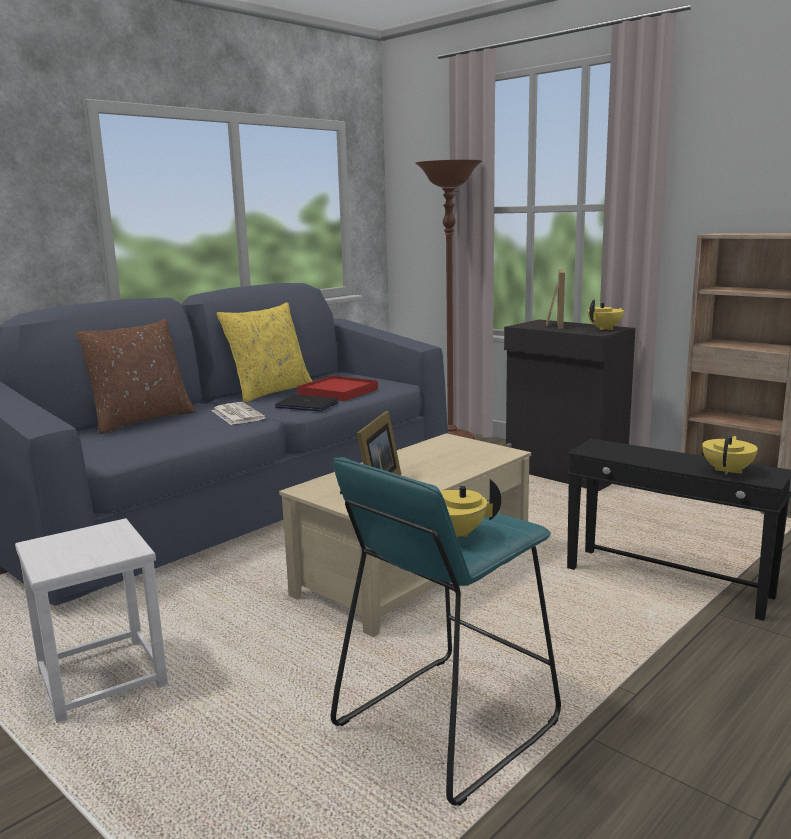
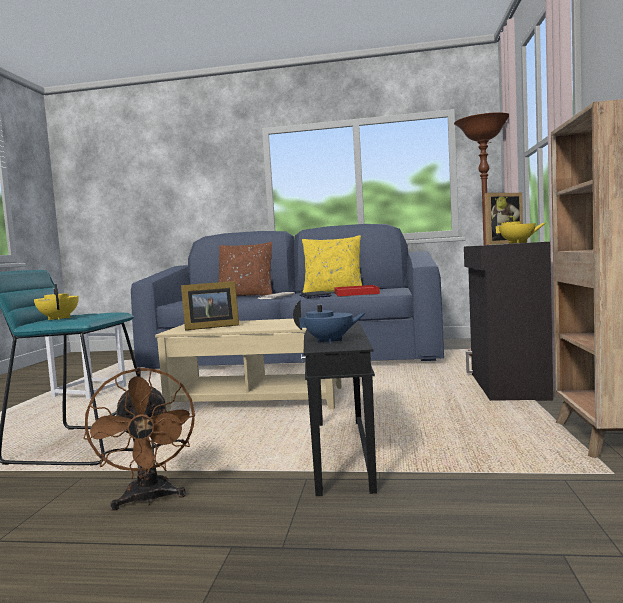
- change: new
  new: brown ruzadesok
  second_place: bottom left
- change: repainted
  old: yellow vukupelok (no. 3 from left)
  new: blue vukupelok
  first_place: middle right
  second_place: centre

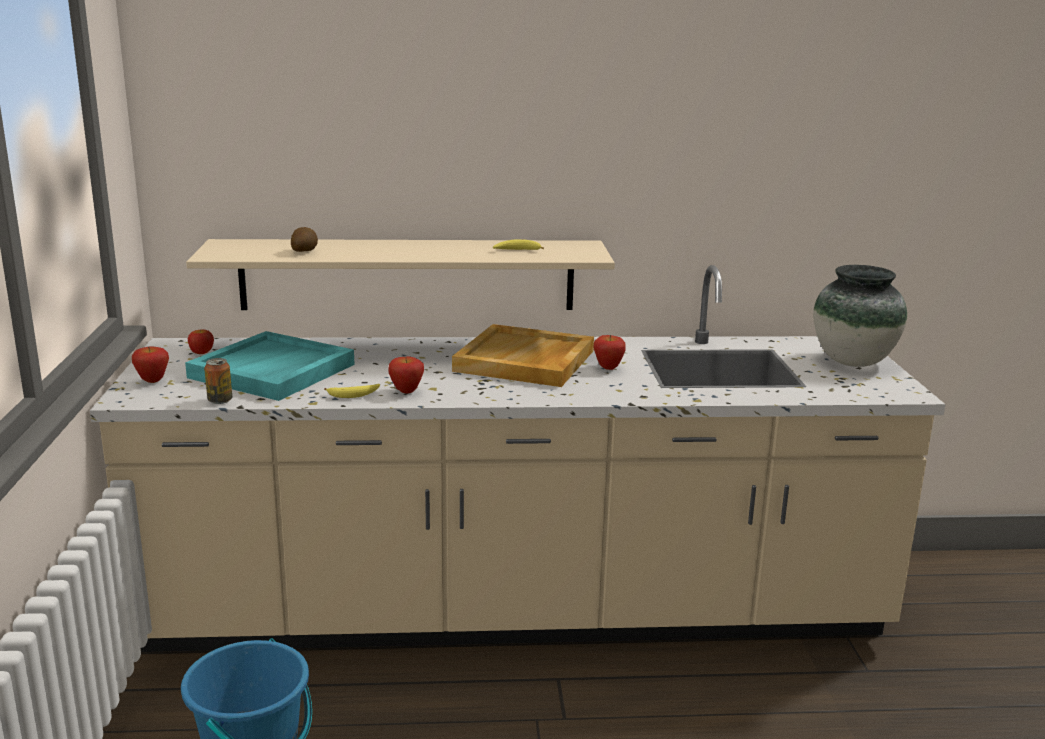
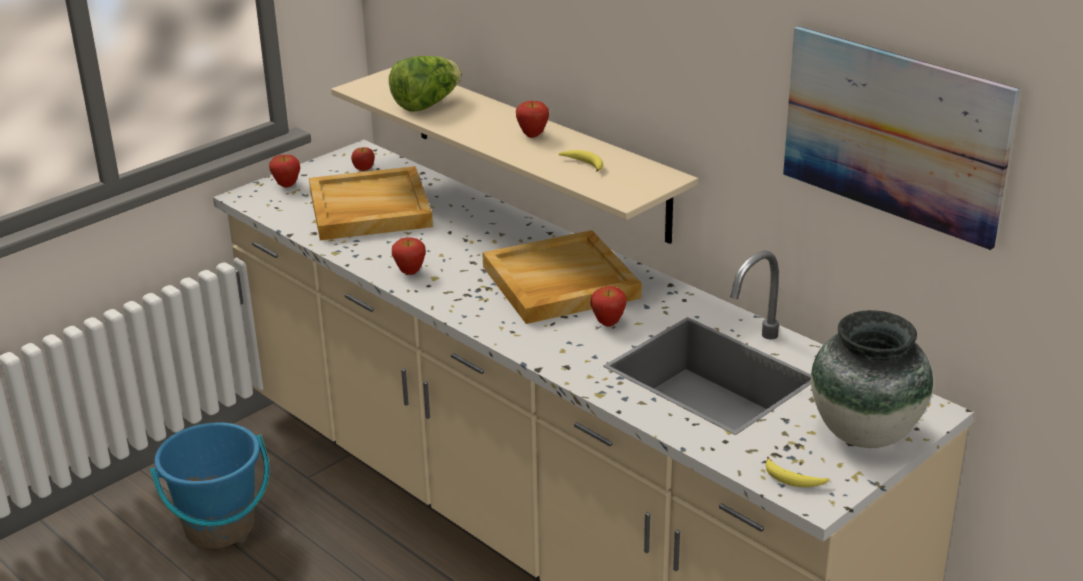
- change: gone
  old: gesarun
  first_place: middle left
- change: new
  new: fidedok (no. 4 from left)
  second_place: top centre
- change: new
  new: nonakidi
  second_place: top right
- change: shifted
  old: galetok (no. 1 from left in the first image)
  new: galetok (no. 2 from left)
  first_place: centre
  second_place: bottom right
- change: swapped
  old: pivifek
  new: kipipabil
  first_place: top left
  second_place: top centre
- change: repainted
  old: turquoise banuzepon
  new: beige banuzepon (no. 1 from left)
  first_place: middle left
  second_place: centre

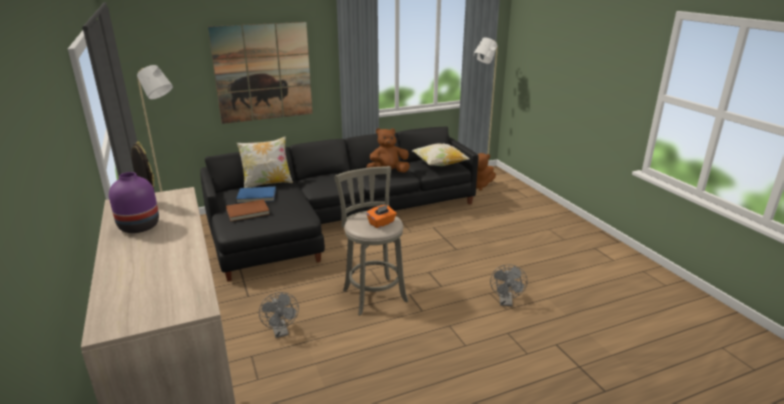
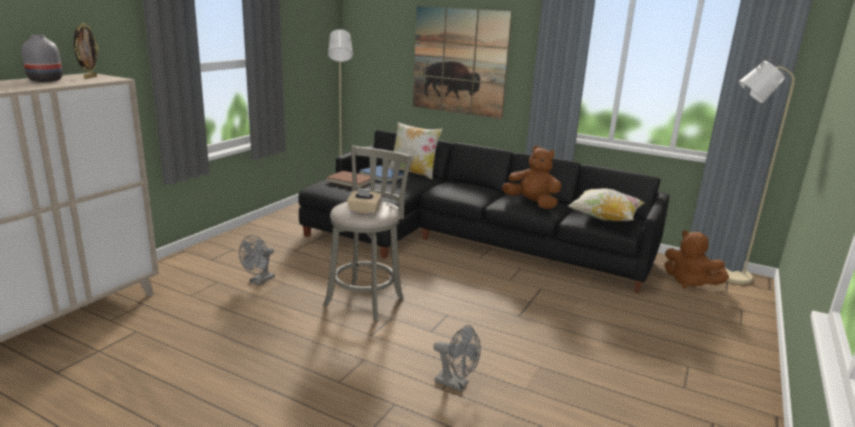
- change: repainted
  old: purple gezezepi
  new: grey gezezepi
  first_place: middle left
  second_place: top left
- change: repainted
  old: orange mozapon
  new: beige mozapon
  first_place: centre
  second_place: centre
- change: rotated
  old: grey ruzadesok (no. 2 from left)
  first_place: bottom centre
  second_place: bottom centre
  degrees: -120

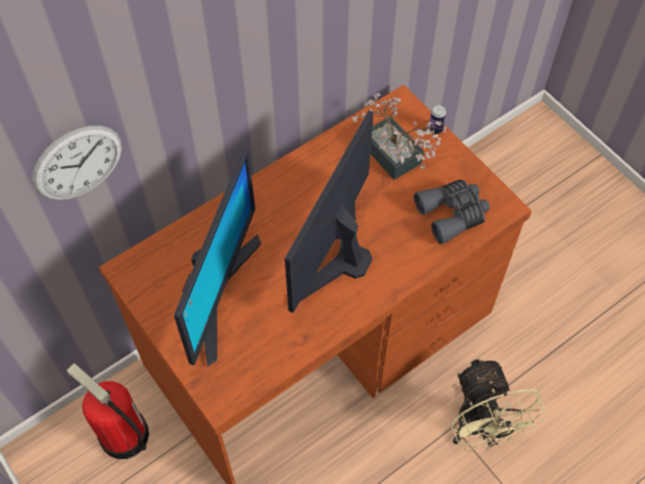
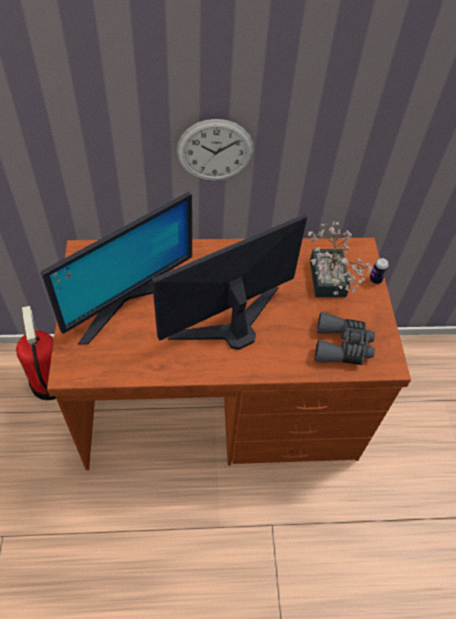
- change: gone
  old: beige ruzadesok
  first_place: bottom right
- change: shifted
  old: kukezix
  first_place: middle left
  second_place: top centre

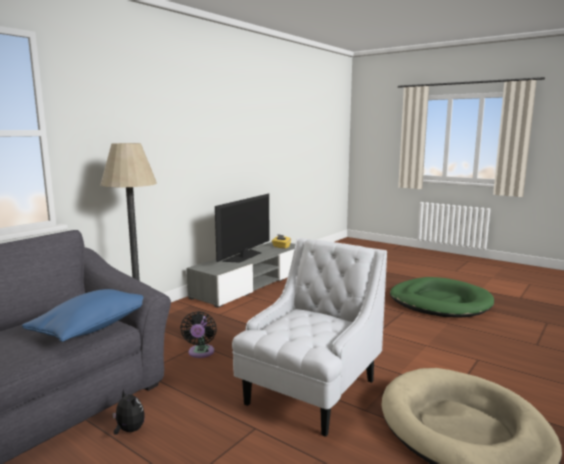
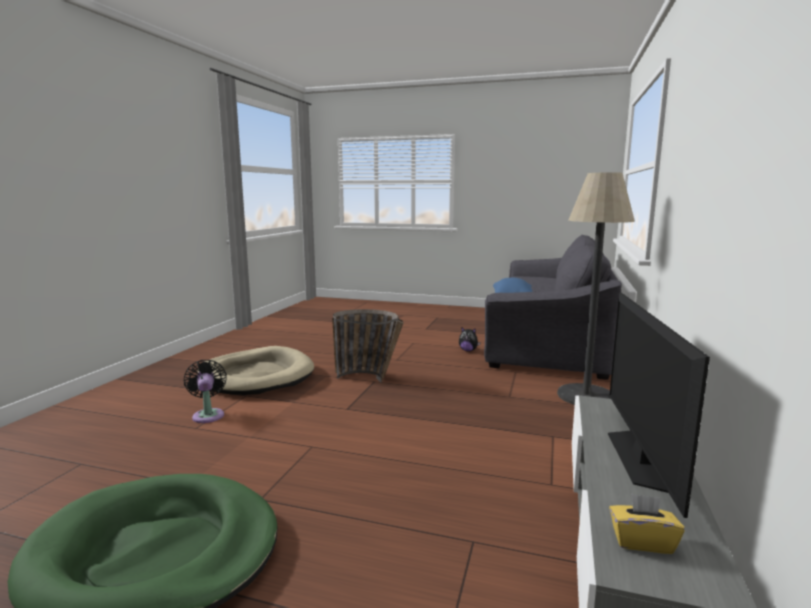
- change: shifted
  old: black ruzadesok
  first_place: bottom centre
  second_place: middle left
- change: swapped
  old: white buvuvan
  new: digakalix
  first_place: bottom centre
  second_place: centre

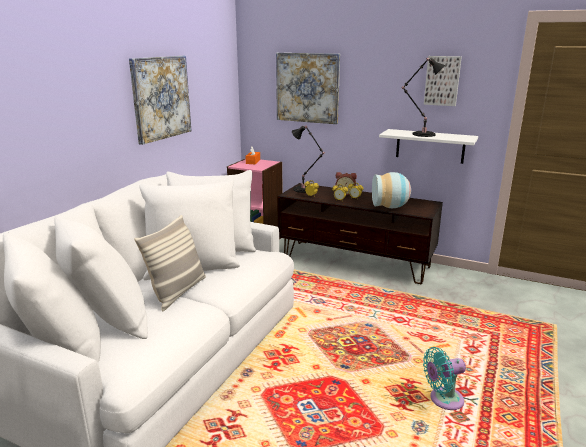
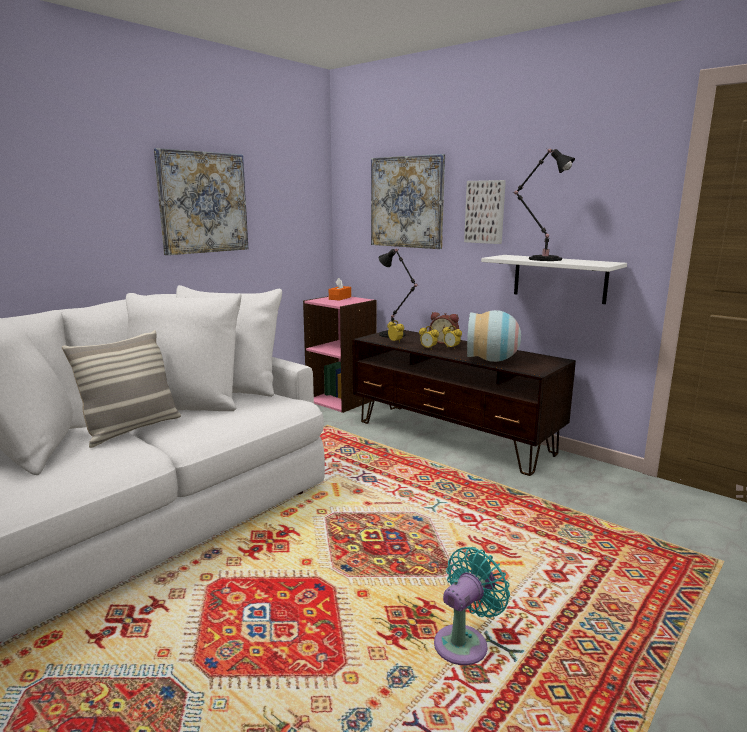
- change: shifted
  old: nonakidi (no. 3 from left)
  first_place: top right
  second_place: top centre
- change: rotated
  old: turquoise ruzadesok
  first_place: bottom right
  second_place: bottom centre
  degrees: 135

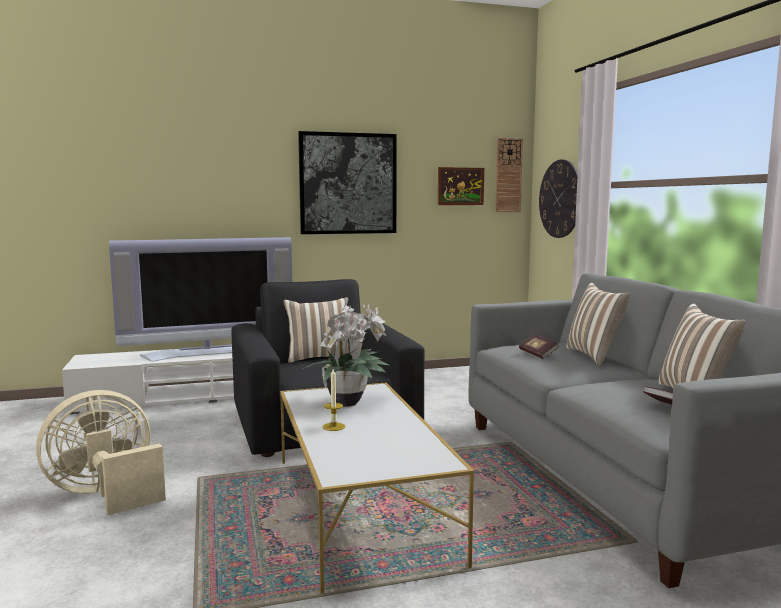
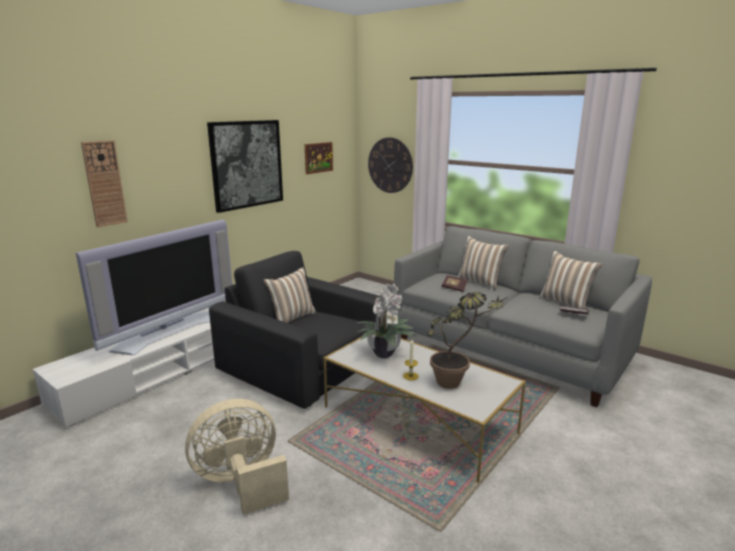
- change: new
  new: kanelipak (no. 2 from left)
  second_place: centre
- change: shifted
  old: kukezix (no. 1 from left)
  first_place: top centre
  second_place: top left
- change: rotated
  old: beige ruzadesok
  first_place: bottom left
  second_place: bottom left
  degrees: 45

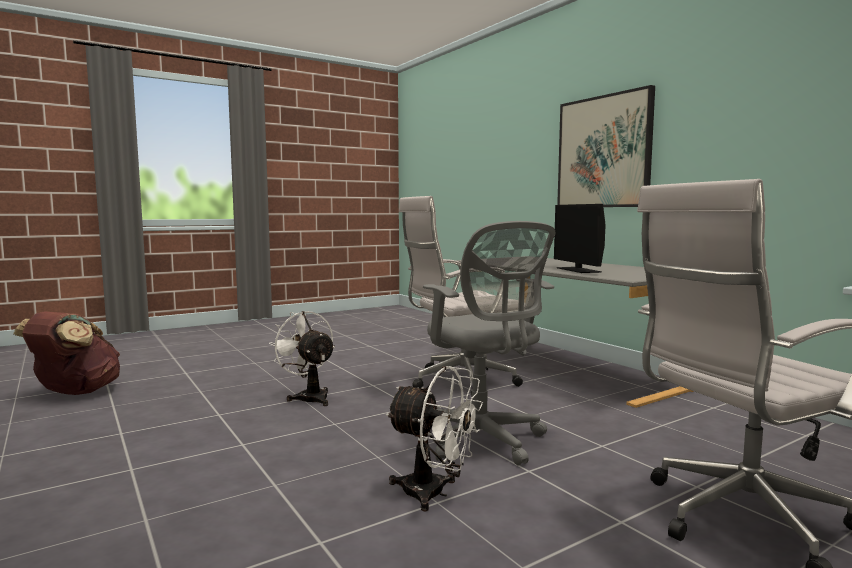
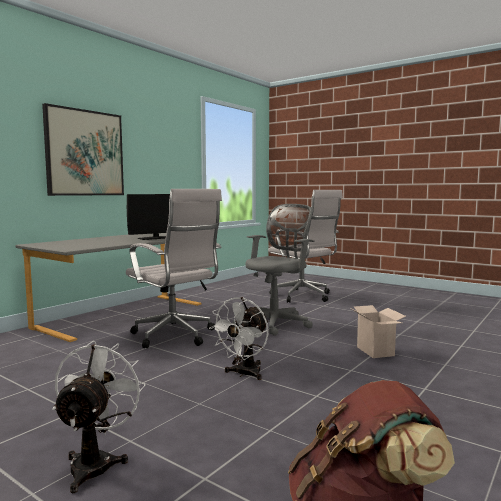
- change: new
  new: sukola
  second_place: middle right
- change: shifted
  old: white ruzadesok (no. 2 from left in the first image)
  new: white ruzadesok (no. 1 from left)
  first_place: bottom centre
  second_place: bottom left

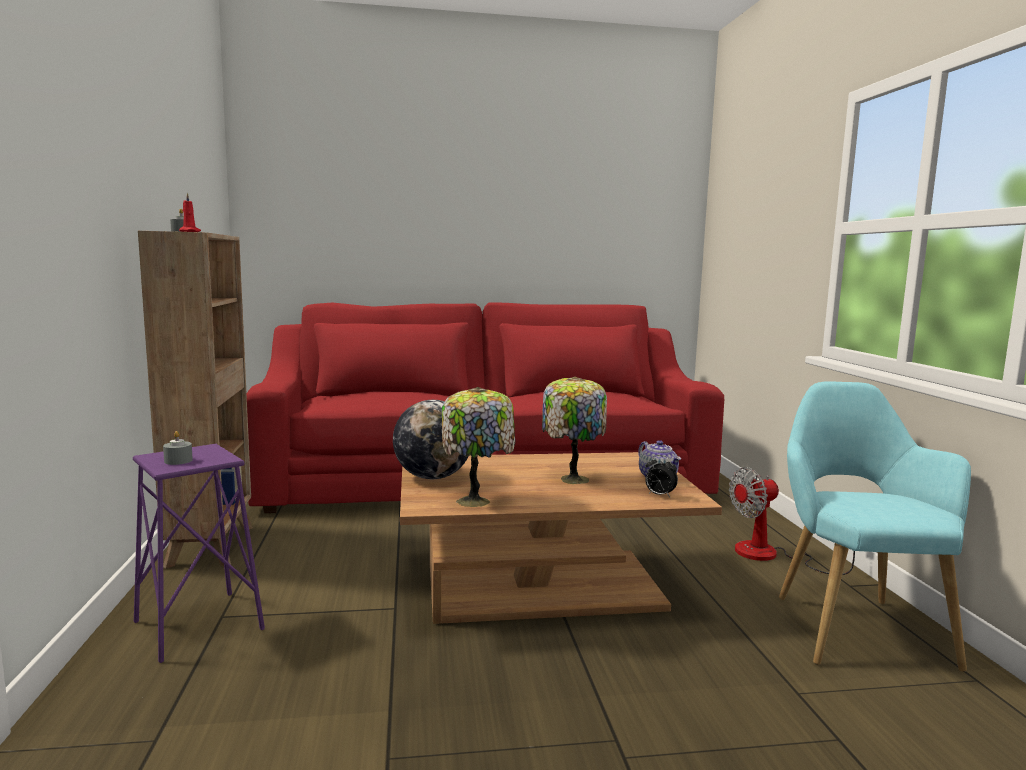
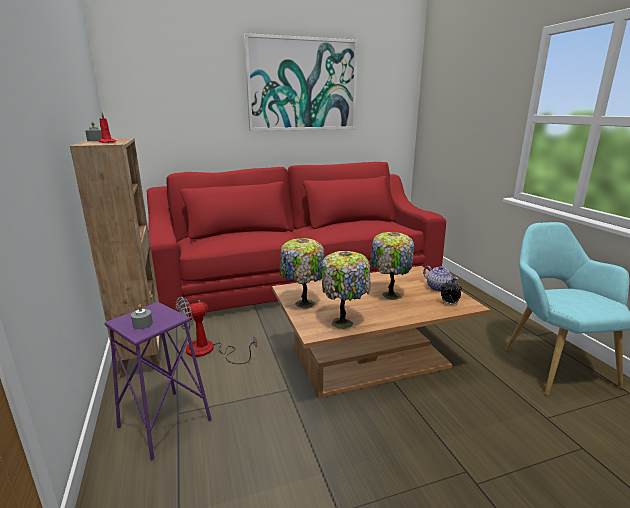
- change: new
  new: nonakidi
  second_place: top centre
- change: shifted
  old: ruzadesok
  first_place: bottom right
  second_place: centre
- change: swapped
  old: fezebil
  new: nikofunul (no. 1 from left)
  first_place: centre
  second_place: centre

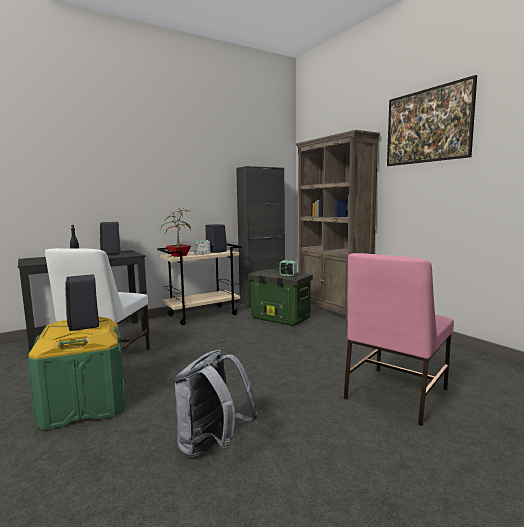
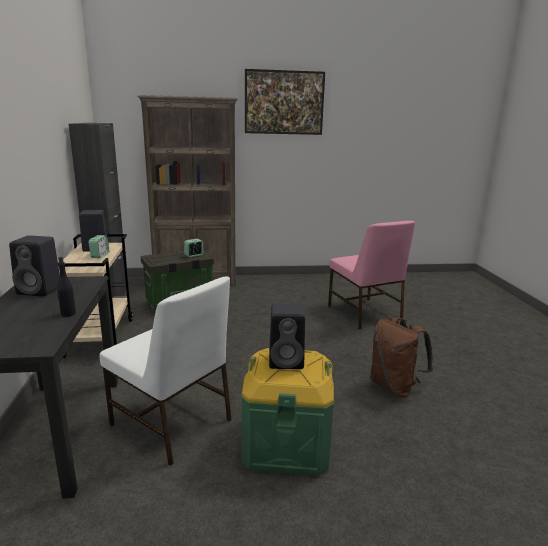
- change: gone
  old: kanelipak
  first_place: centre
- change: repainted
  old: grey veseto
  new: brown veseto
  first_place: bottom centre
  second_place: middle right

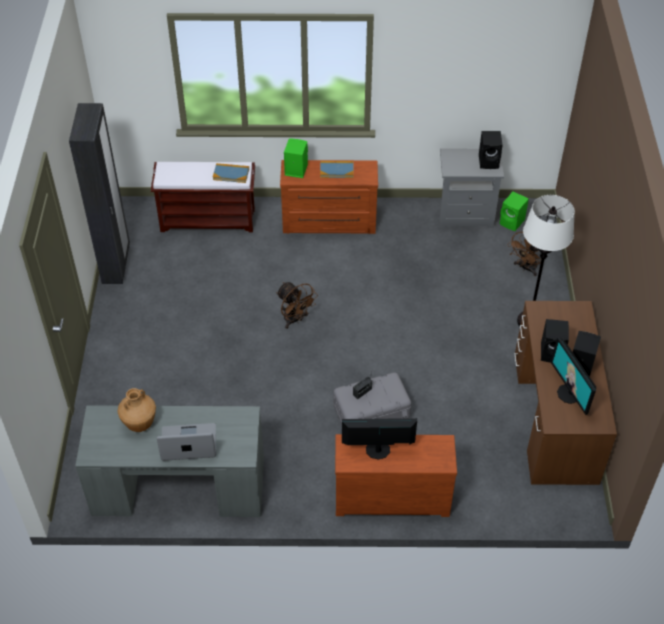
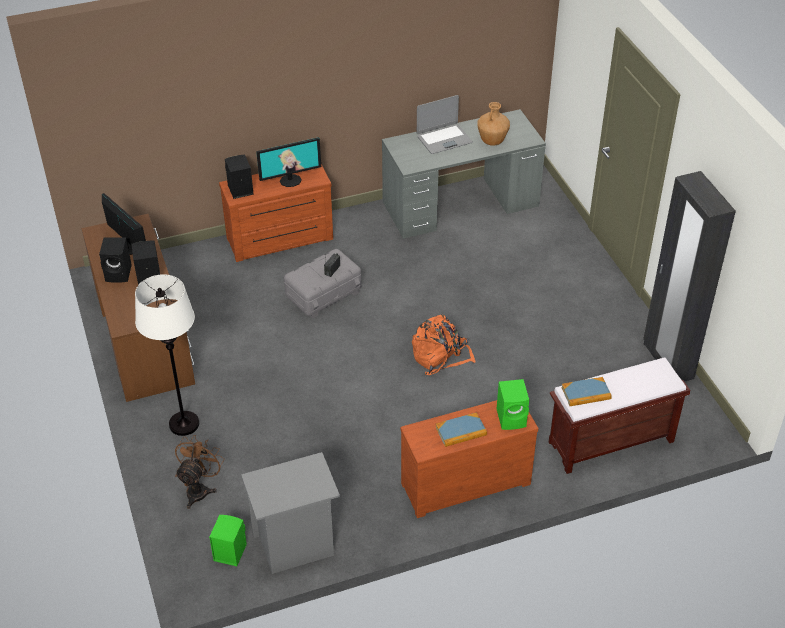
- change: shifted
  old: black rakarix (no. 1 from left in the first image)
  new: black rakarix (no. 3 from left)
  first_place: top right
  second_place: top left
- change: swapped
  old: brown ruzadesok (no. 1 from left)
  new: orange veseto
  first_place: centre
  second_place: centre

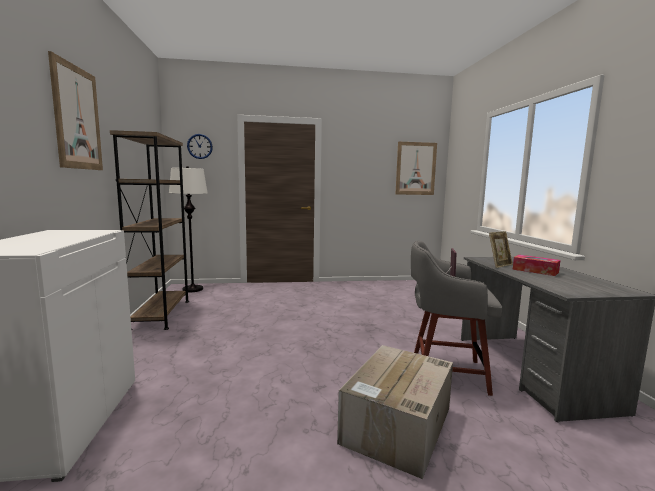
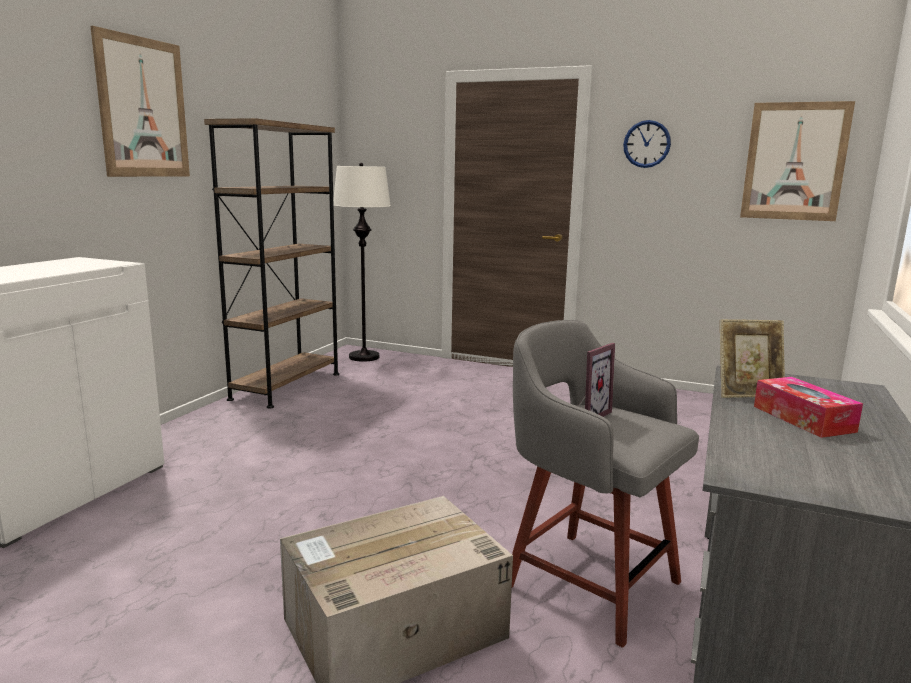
- change: shifted
  old: kukezix
  first_place: top left
  second_place: top right

